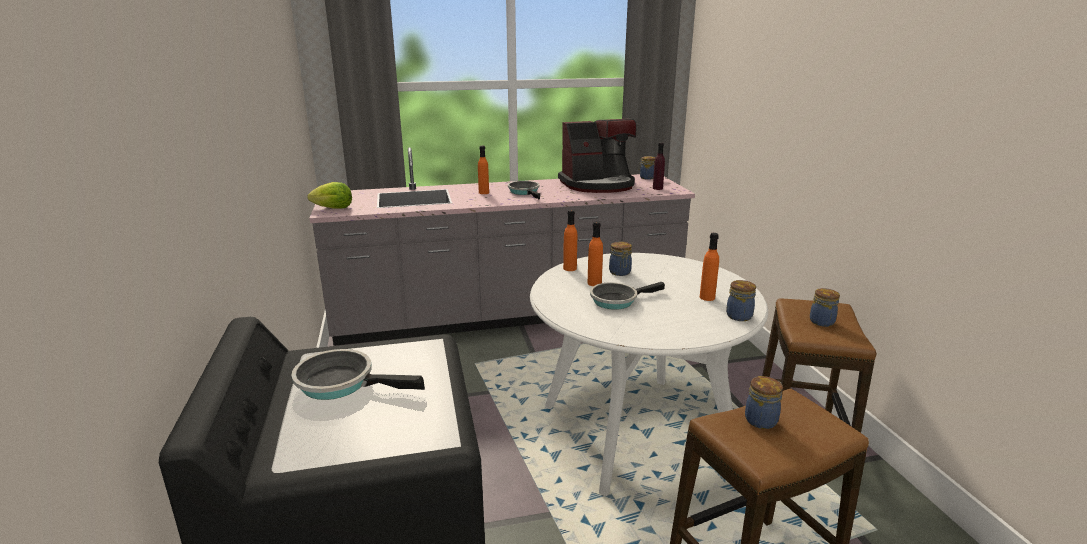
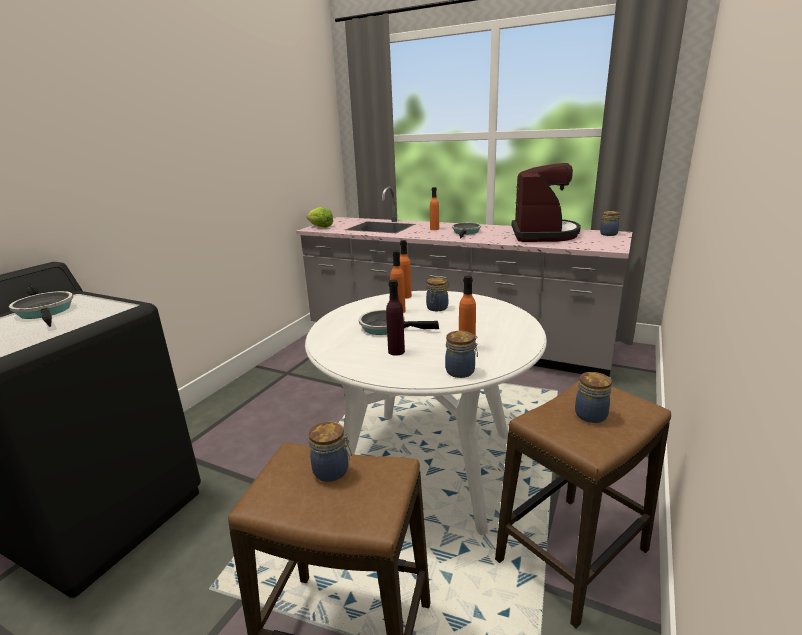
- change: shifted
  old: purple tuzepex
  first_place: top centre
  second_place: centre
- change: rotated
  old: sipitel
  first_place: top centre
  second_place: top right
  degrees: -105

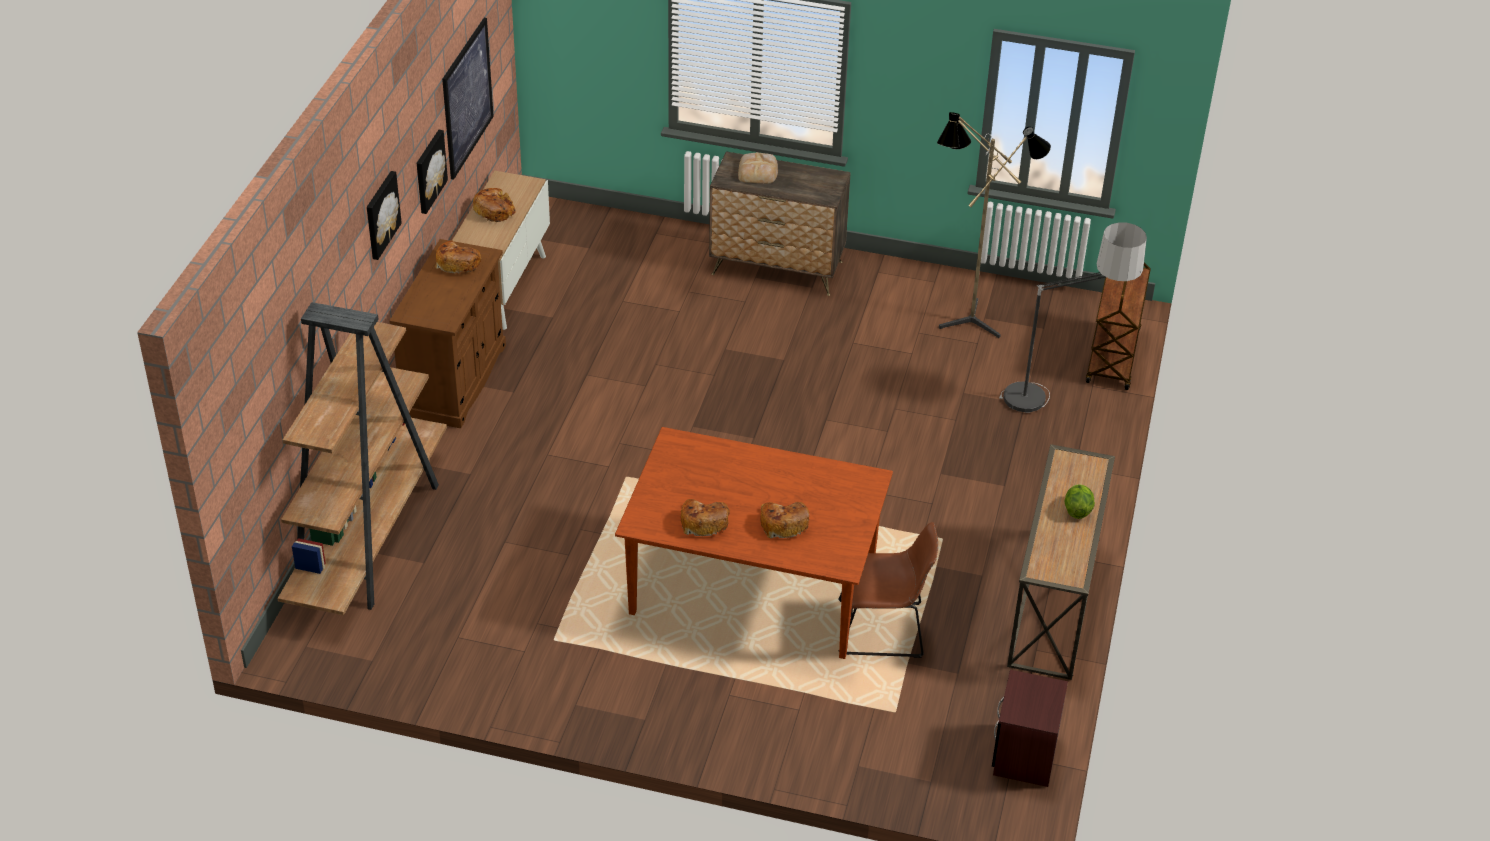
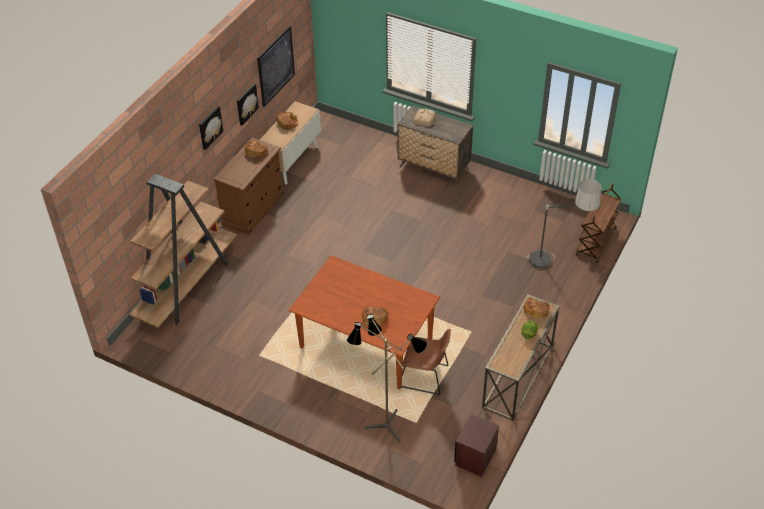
- change: shifted
  old: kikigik (no. 3 from left in the first image)
  new: kikigik (no. 5 from left)
  first_place: centre
  second_place: middle right
- change: shifted
  old: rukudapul (no. 1 from left)
  first_place: top right
  second_place: bottom centre

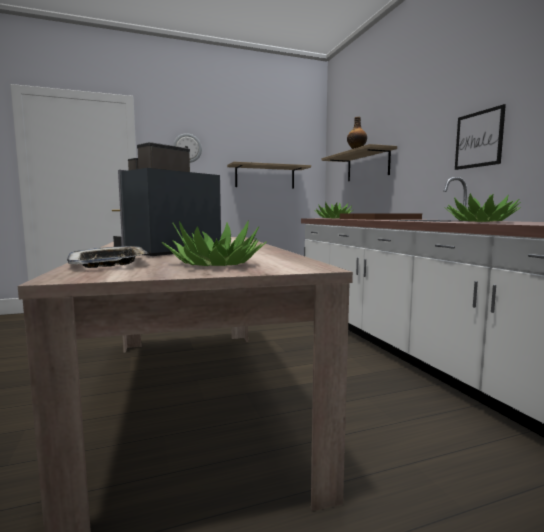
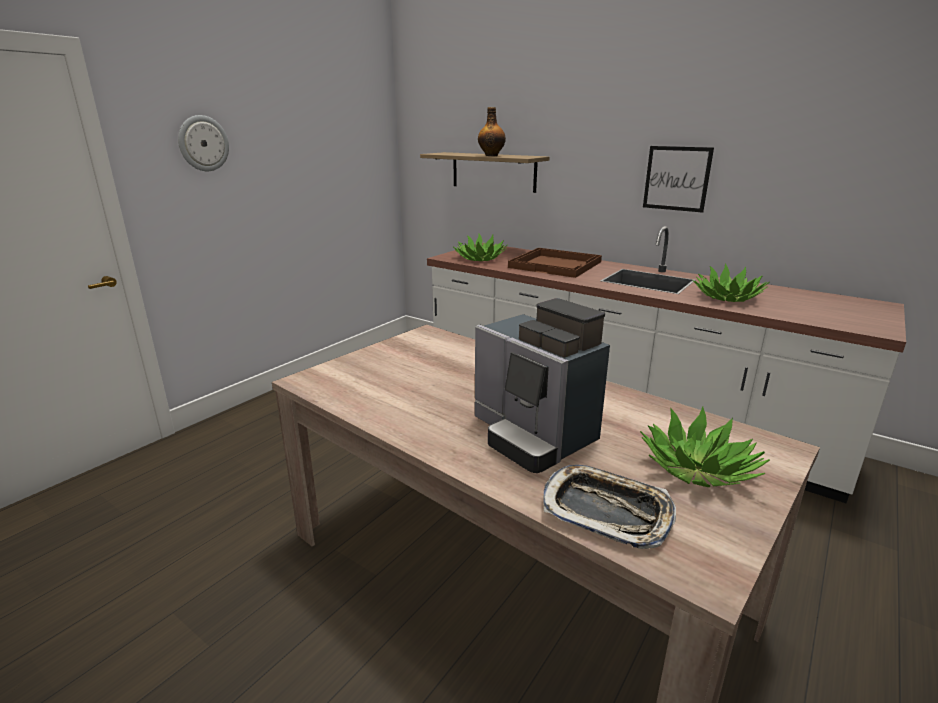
- change: gone
  old: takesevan (no. 1 from left)
  first_place: top centre
- change: rotated
  old: sipitel
  first_place: middle left
  second_place: centre
  degrees: -45

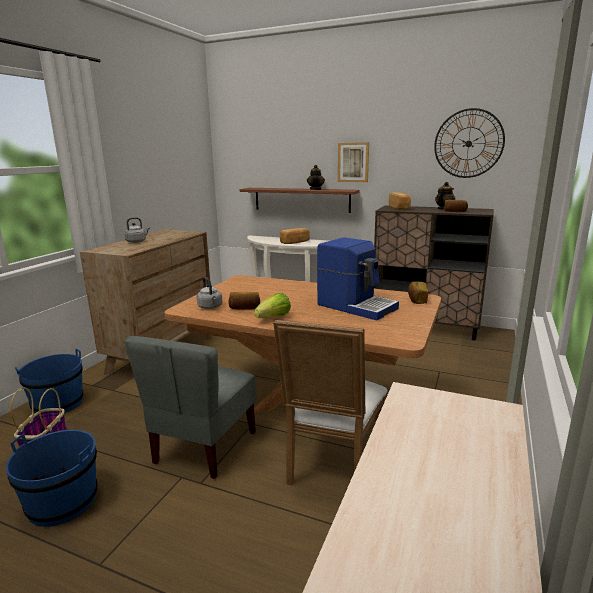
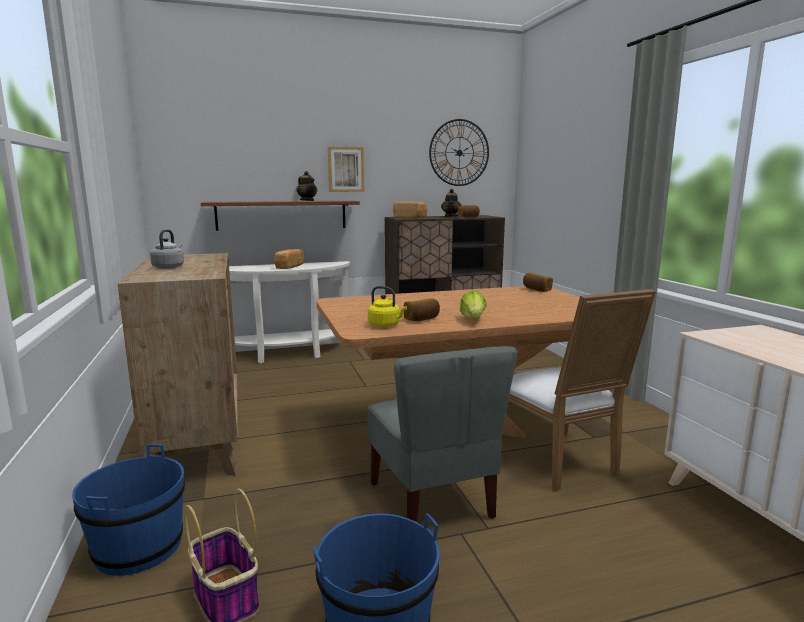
- change: gone
  old: sipitel
  first_place: centre
- change: repainted
  old: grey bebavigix (no. 2 from left)
  new: yellow bebavigix
  first_place: centre
  second_place: centre

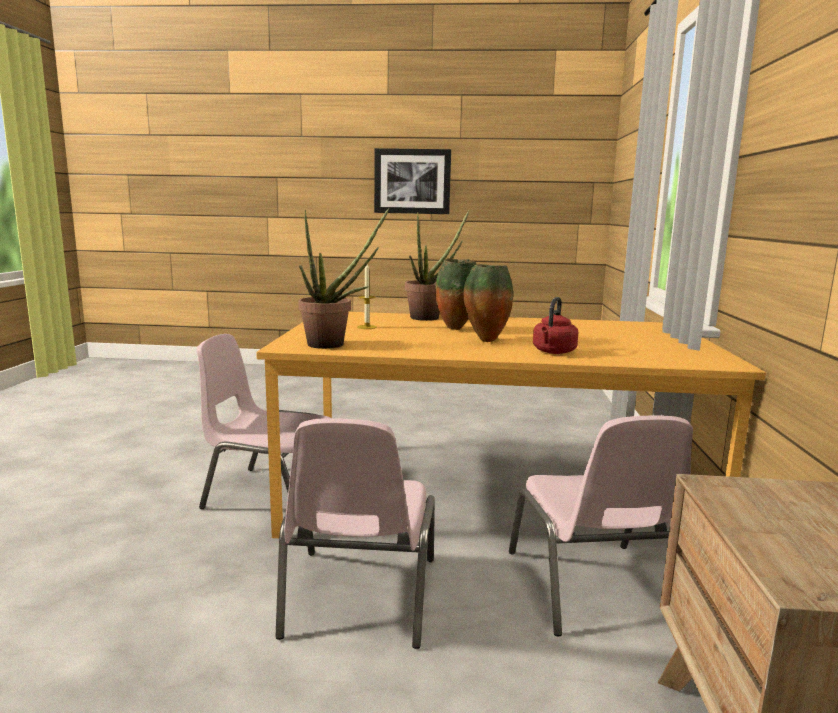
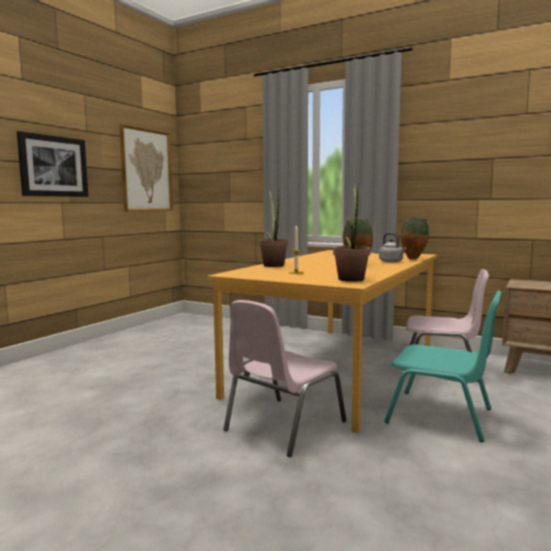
- change: new
  new: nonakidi (no. 2 from left)
  second_place: top left
- change: shifted
  old: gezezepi (no. 1 from left in the first image)
  new: gezezepi (no. 2 from left)
  first_place: centre
  second_place: middle right
- change: repainted
  old: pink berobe (no. 2 from left)
  new: turquoise berobe
  first_place: bottom centre
  second_place: middle right
- change: repainted
  old: red bebavigix
  new: grey bebavigix
  first_place: centre
  second_place: middle right

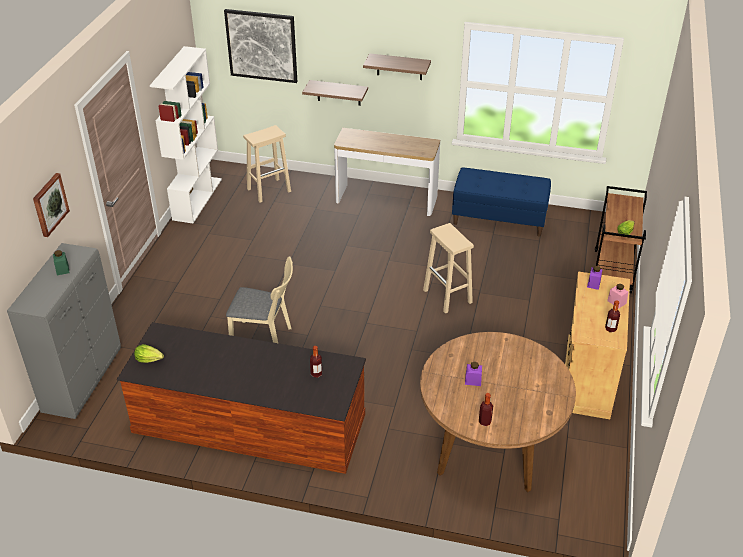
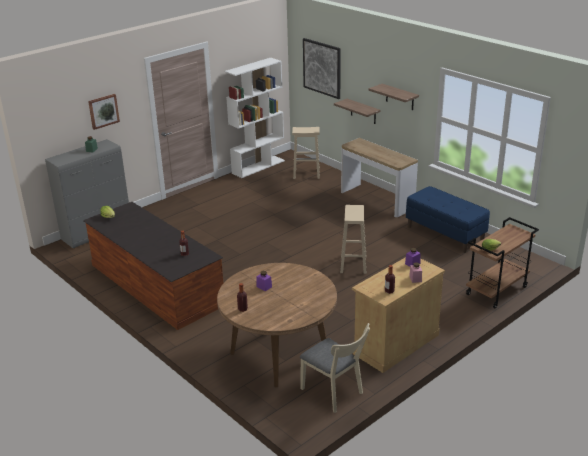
- change: shifted
  old: beige berobe
  first_place: centre
  second_place: bottom centre

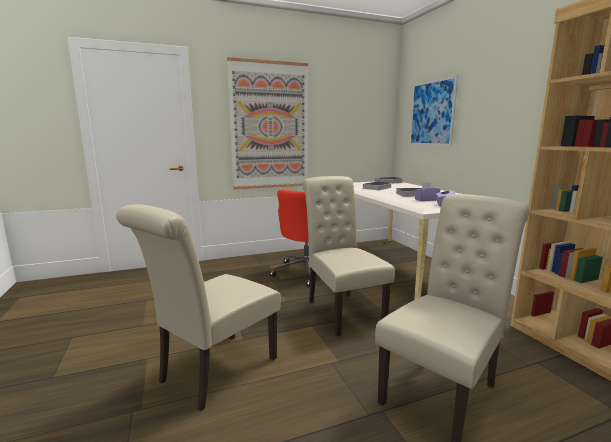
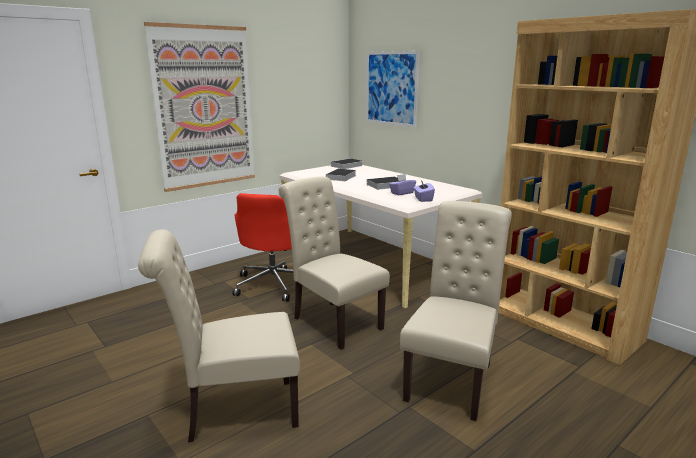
- change: rotated
  old: beige berobe (no. 1 from left)
  first_place: bottom left
  second_place: bottom left
  degrees: 60

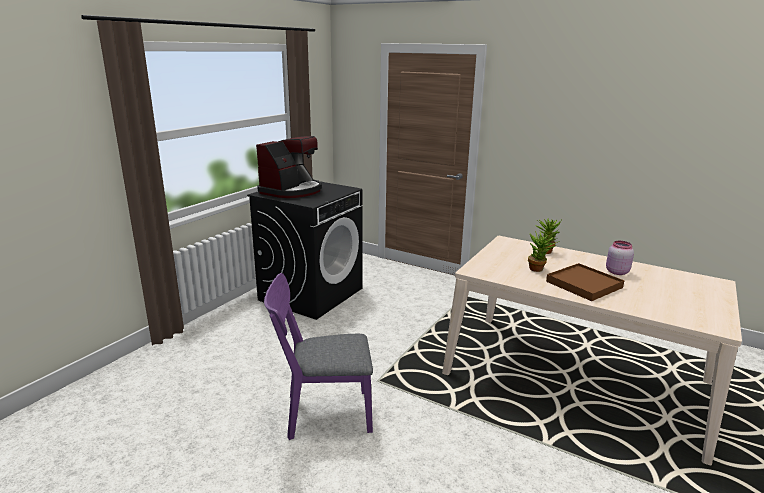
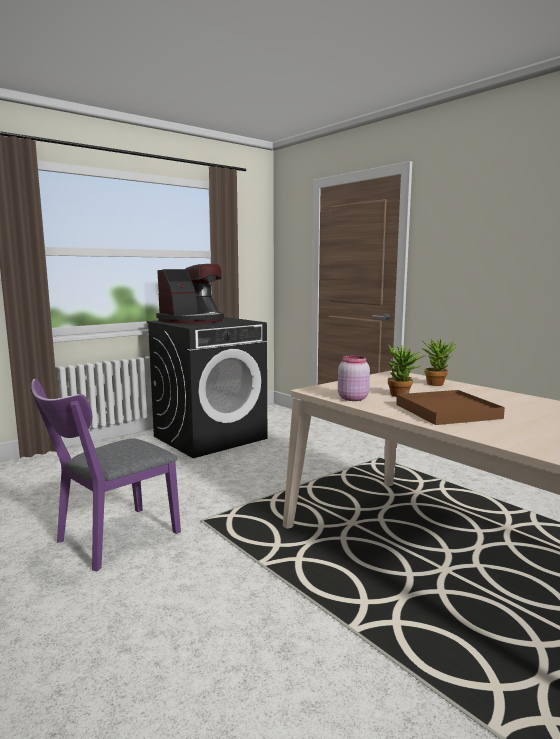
- change: shifted
  old: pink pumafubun
  first_place: middle right
  second_place: centre
- change: rotated
  old: purple berobe
  first_place: bottom centre
  second_place: middle left
  degrees: -60

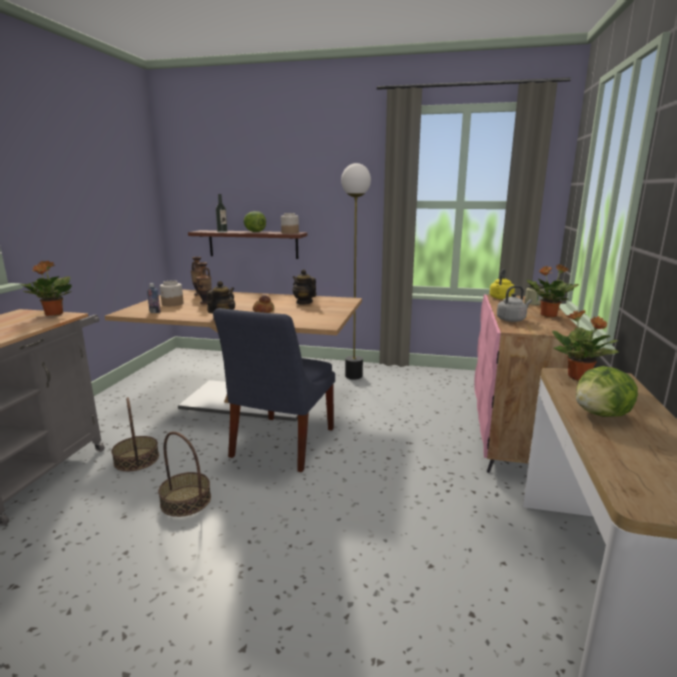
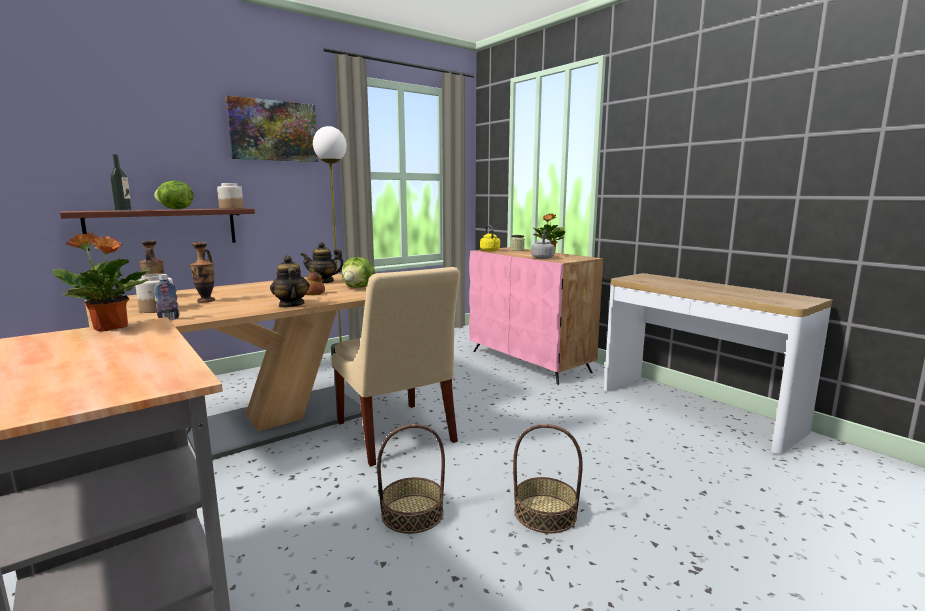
- change: gone
  old: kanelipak (no. 3 from left)
  first_place: middle right
- change: new
  new: nonakidi
  second_place: top left
- change: shifted
  old: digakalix (no. 1 from left in the first image)
  new: digakalix (no. 2 from left)
  first_place: middle left
  second_place: bottom centre
- change: shifted
  old: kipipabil (no. 2 from left)
  first_place: middle right
  second_place: centre
- change: repainted
  old: blue berobe
  new: beige berobe
  first_place: centre
  second_place: centre

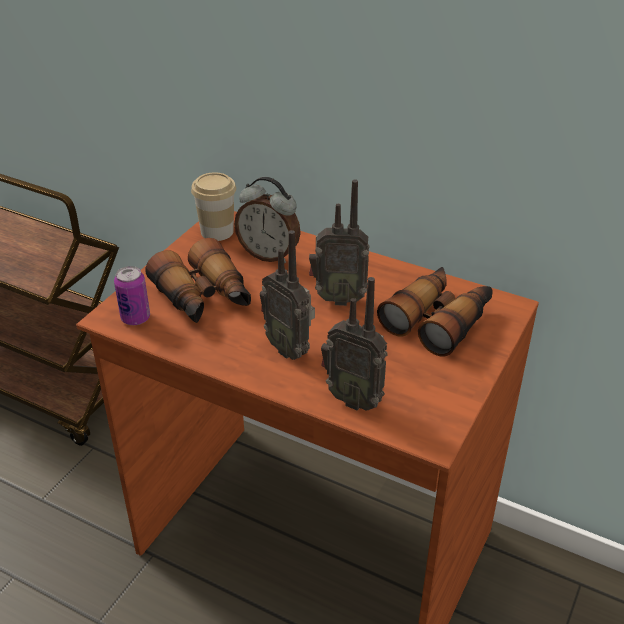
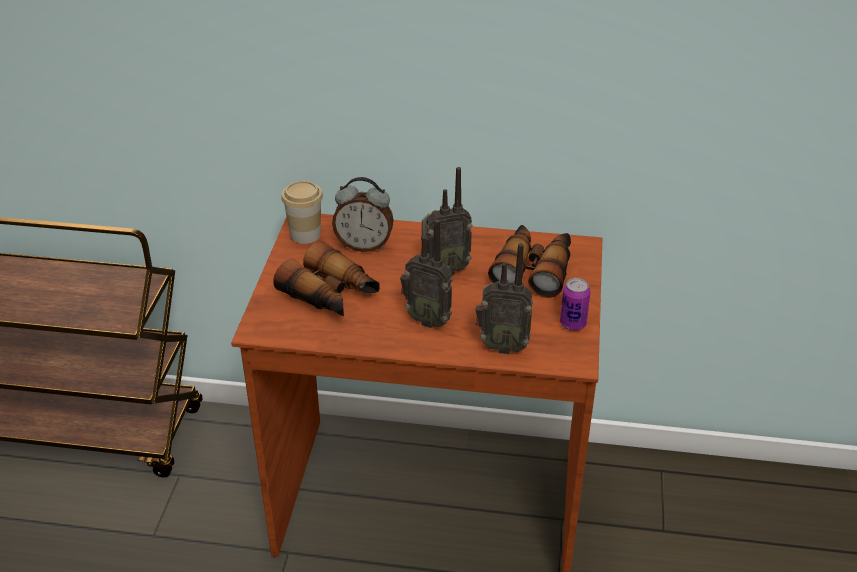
- change: shifted
  old: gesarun
  first_place: middle left
  second_place: middle right

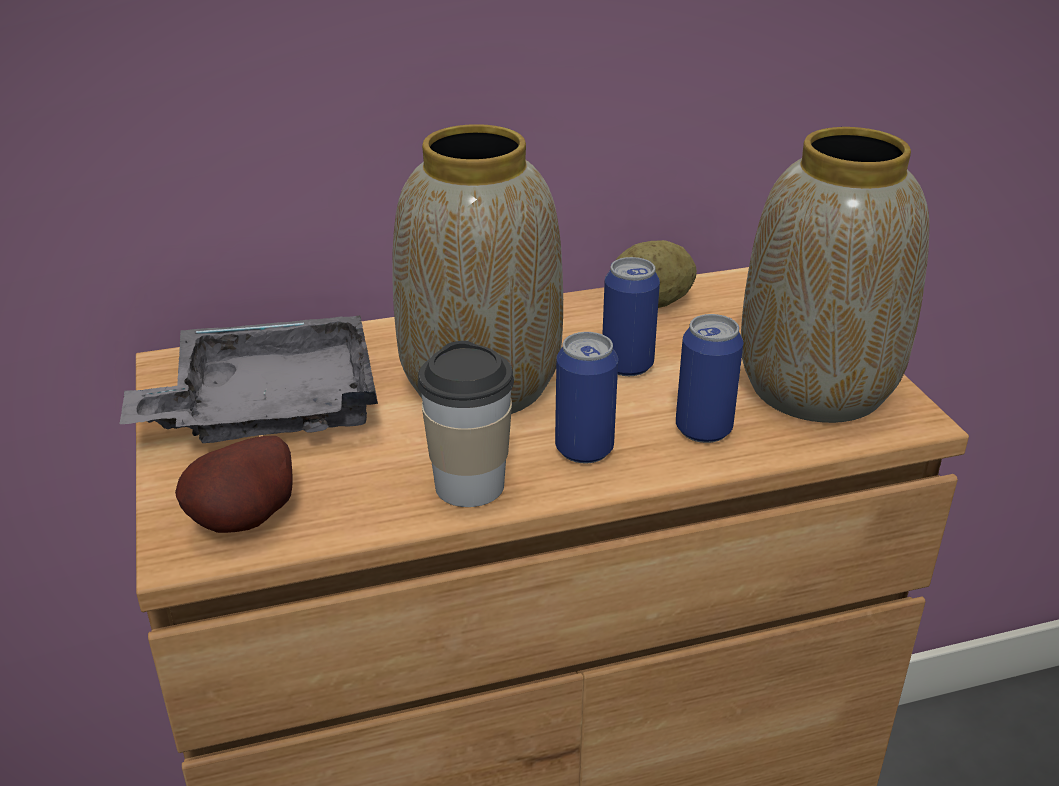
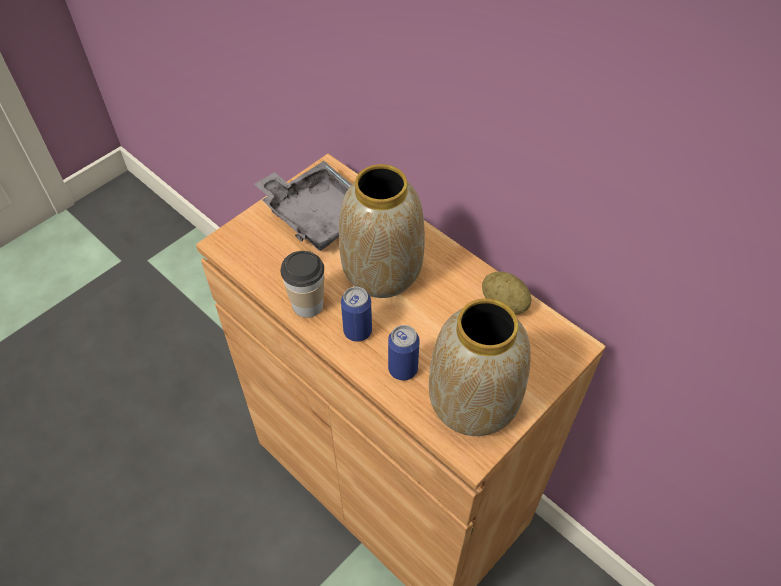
- change: gone
  old: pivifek (no. 1 from left)
  first_place: middle left
- change: gone
  old: gesarun (no. 2 from left)
  first_place: centre

